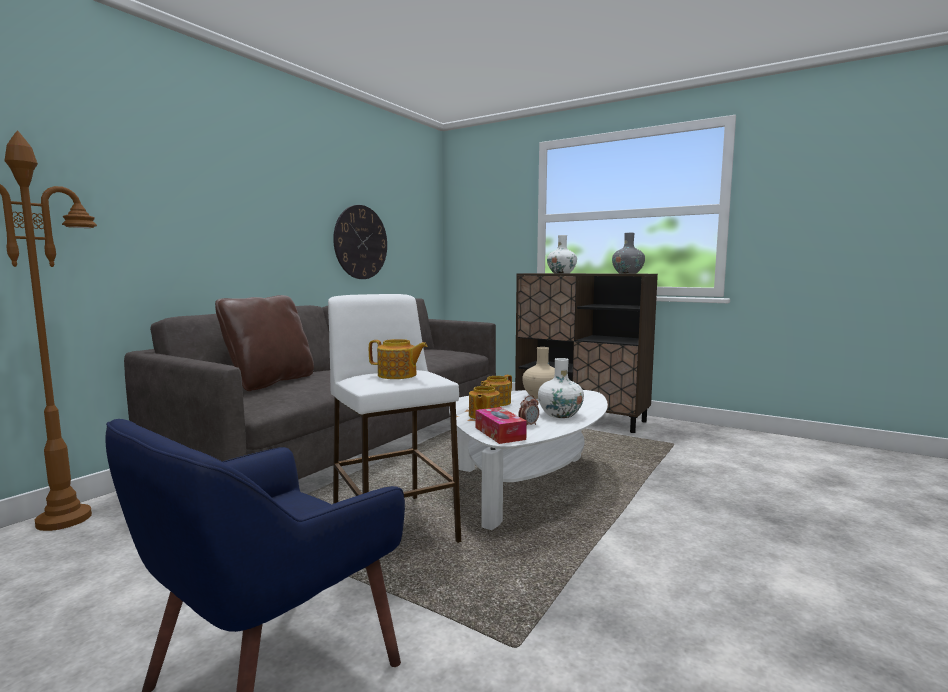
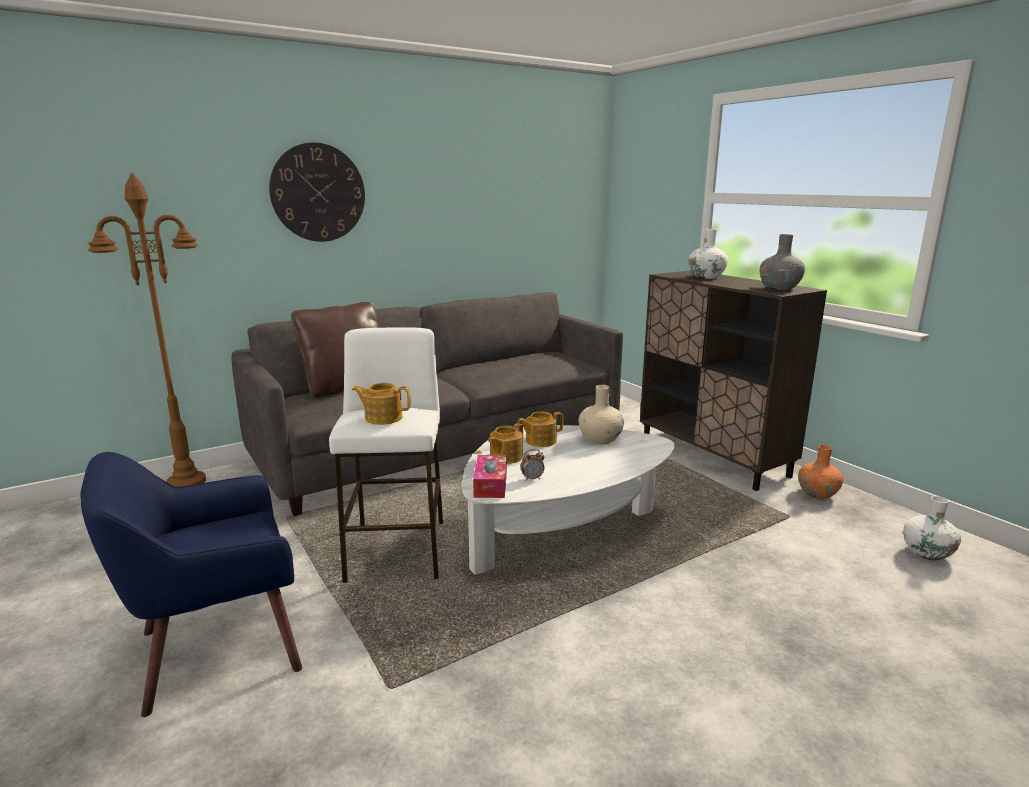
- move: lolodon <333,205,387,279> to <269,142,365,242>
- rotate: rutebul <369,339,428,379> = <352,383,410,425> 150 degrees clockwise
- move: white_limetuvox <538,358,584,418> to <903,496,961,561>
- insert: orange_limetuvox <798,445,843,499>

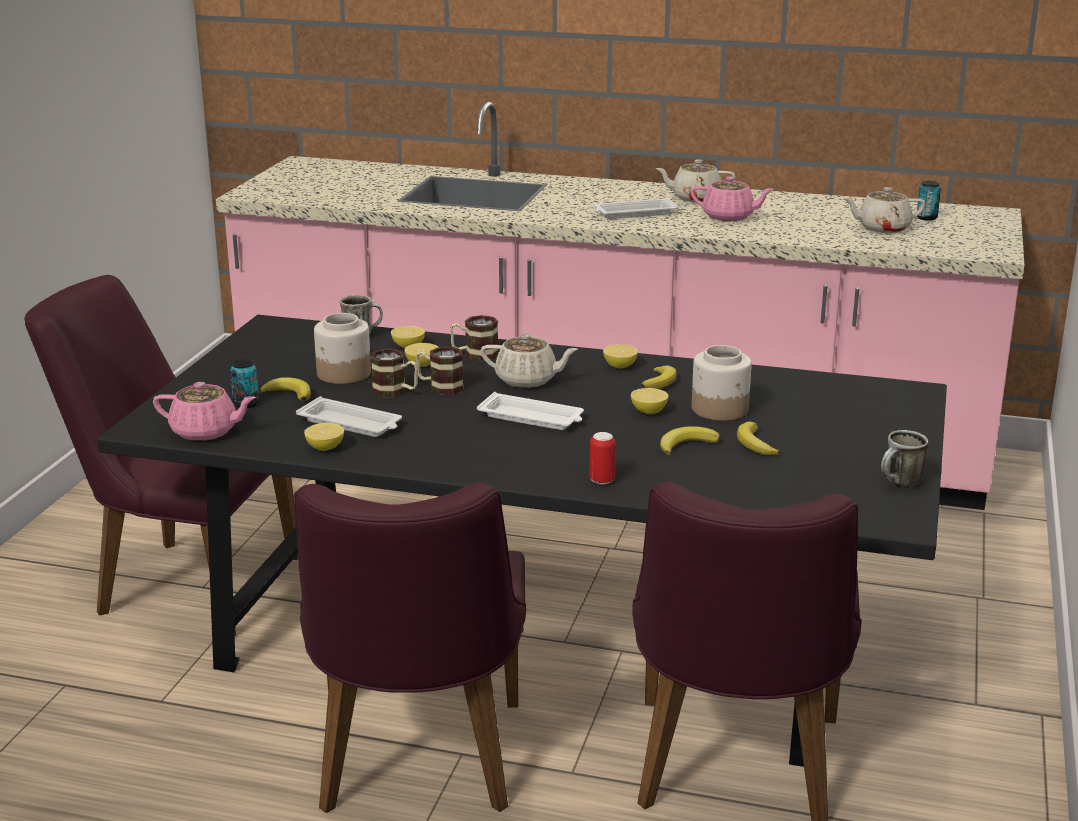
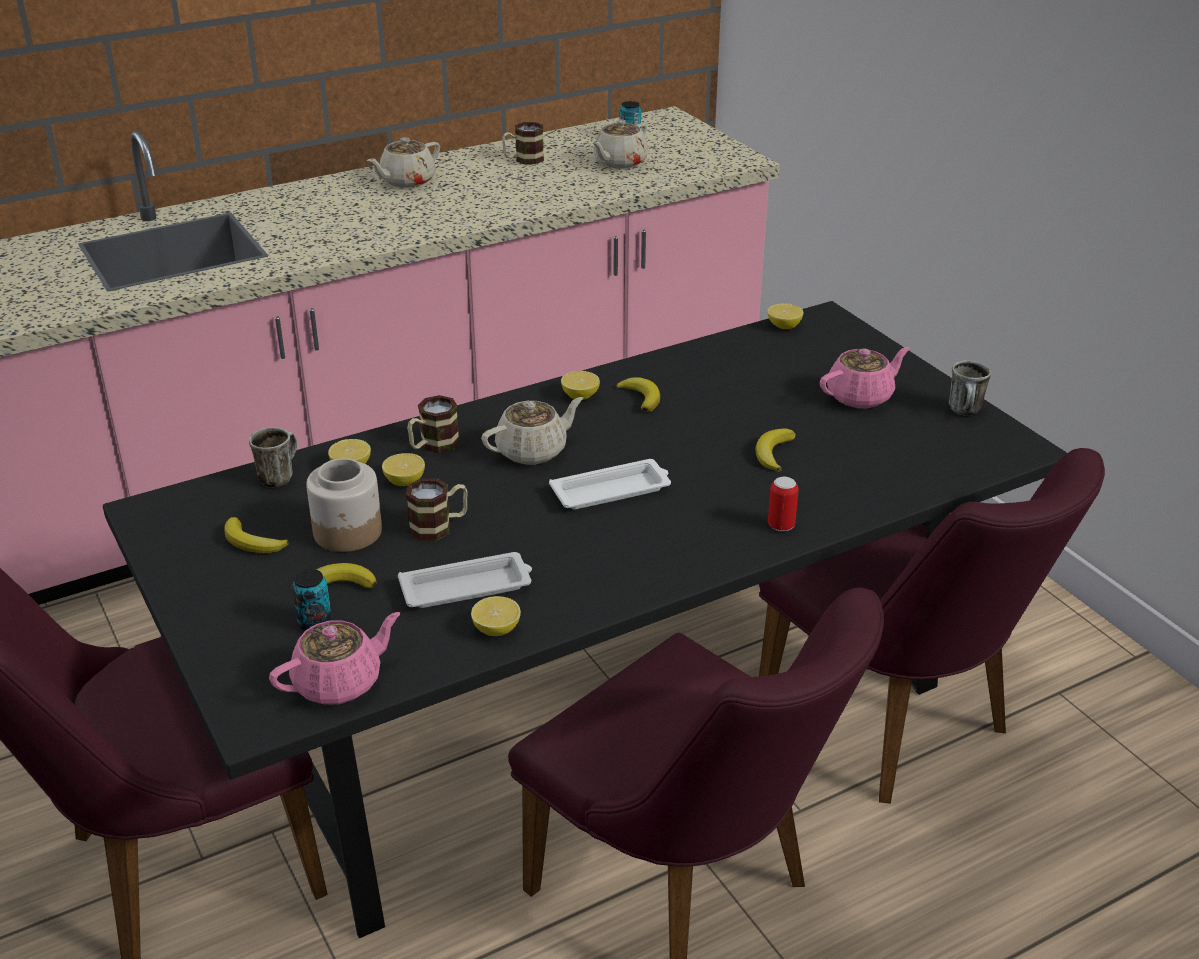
- move: pink_rutebul <690,176,774,221> to <820,347,910,409>
- delete: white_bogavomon <594,197,679,219>
- delete: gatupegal <692,345,752,421>
- move: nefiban <416,347,463,395> to <502,122,544,164>
- move: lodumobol <631,388,668,414> to <767,303,803,329>
- move: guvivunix <737,422,780,455> to <224,517,289,553>

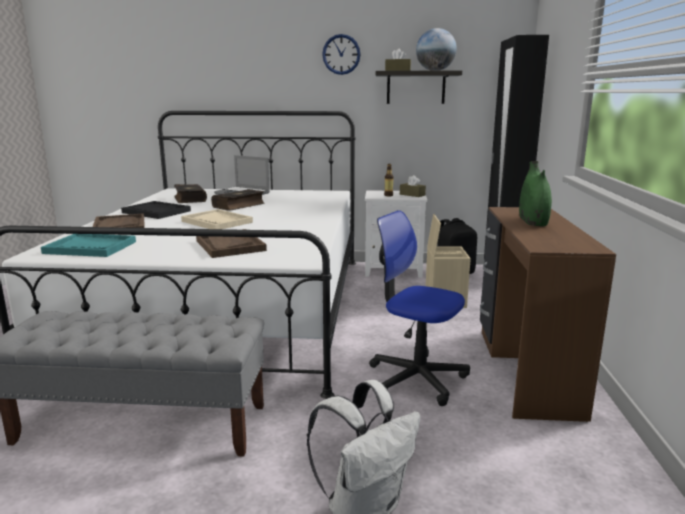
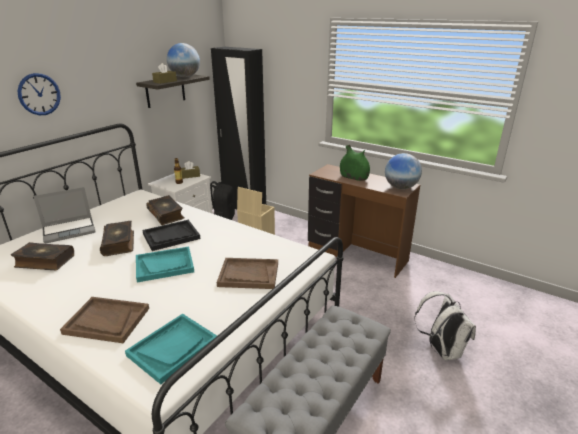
- move: lolodon <322,34,361,75> to <17,73,61,115>
- move: black_bogavomon <121,201,191,219> to <142,220,200,251>
- recolor: beige_bogavomon <181,209,253,229> to turquoise_bogavomon <136,246,194,282>
- delete: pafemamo <369,210,470,406>
- insert: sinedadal <385,153,422,189>
- insert: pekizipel <146,195,185,225>

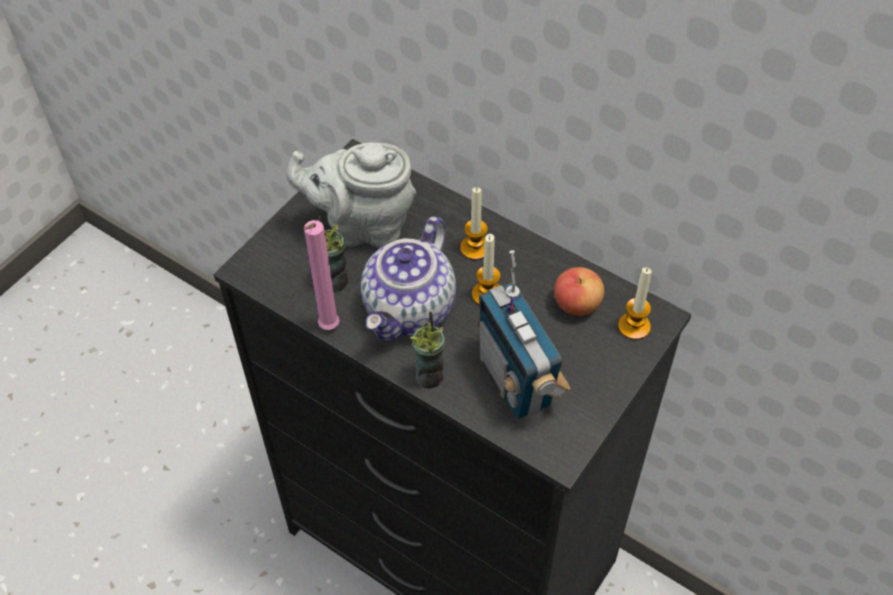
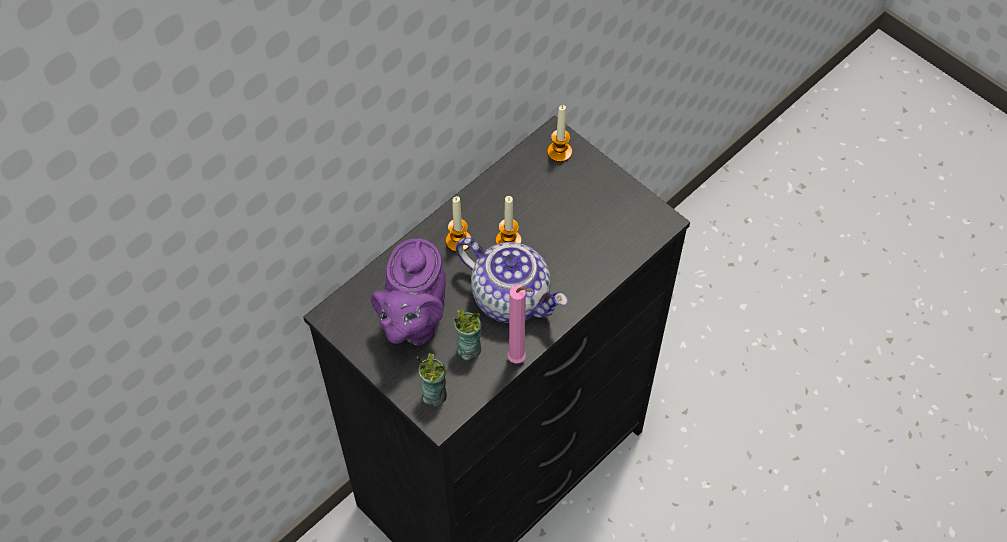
- recolor: grey_rutebul <286,143,416,248> to purple_rutebul <371,239,446,346>
- delete: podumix <479,250,570,419>
- delete: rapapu <554,267,604,316>
- move: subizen <410,311,445,389> to <417,353,447,406>

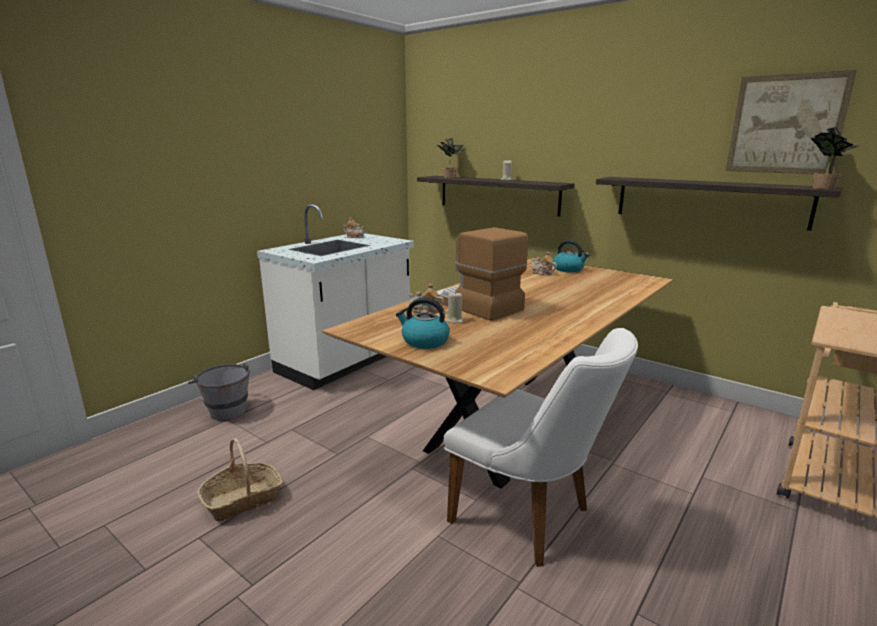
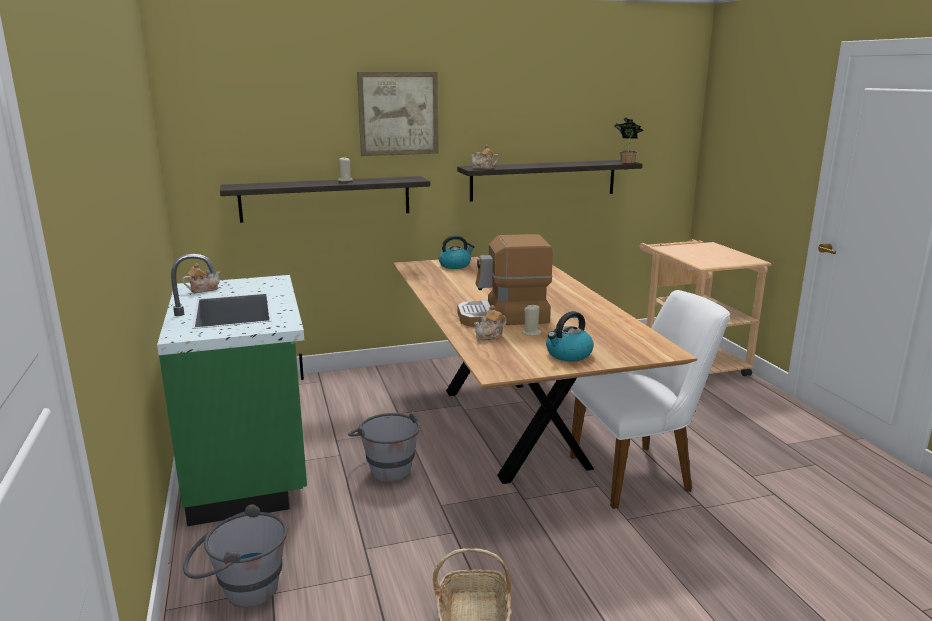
- move: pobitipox <726,70,857,174> to <357,72,439,156>
- delete: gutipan <437,138,464,178>
- recolor: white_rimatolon <257,204,414,390> to green_rimatolon <157,254,307,526>
- move: rutebul <531,251,557,276> to <470,144,499,169>
- insert: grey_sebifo <348,412,420,482>

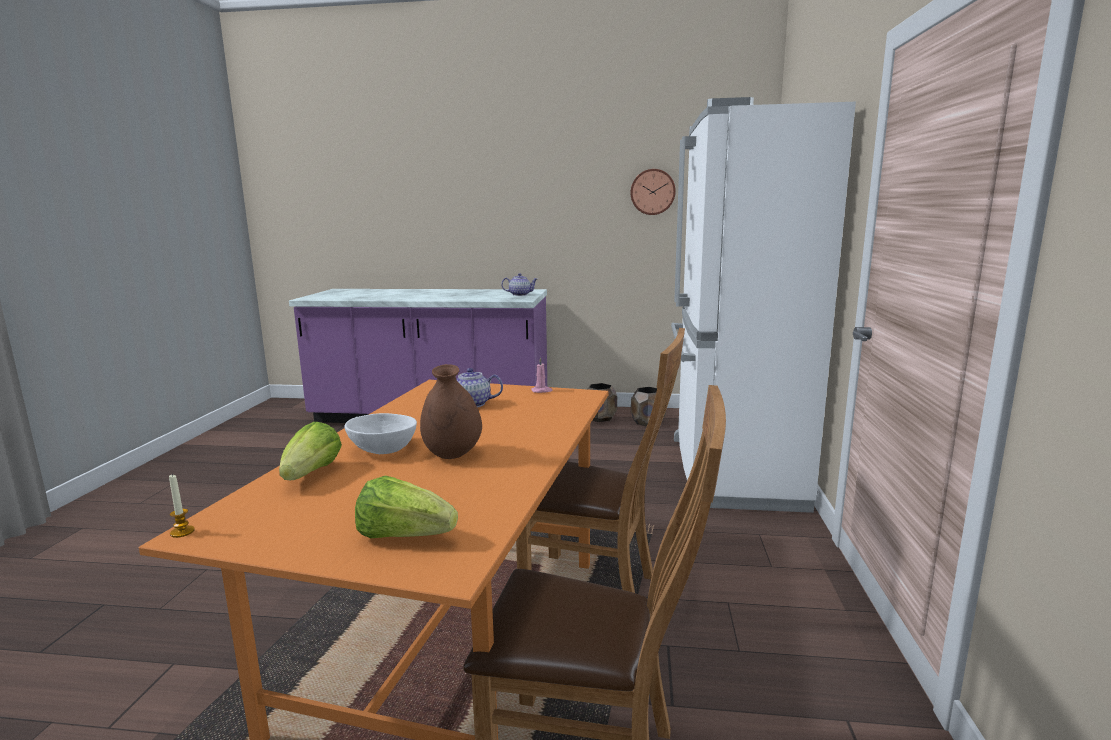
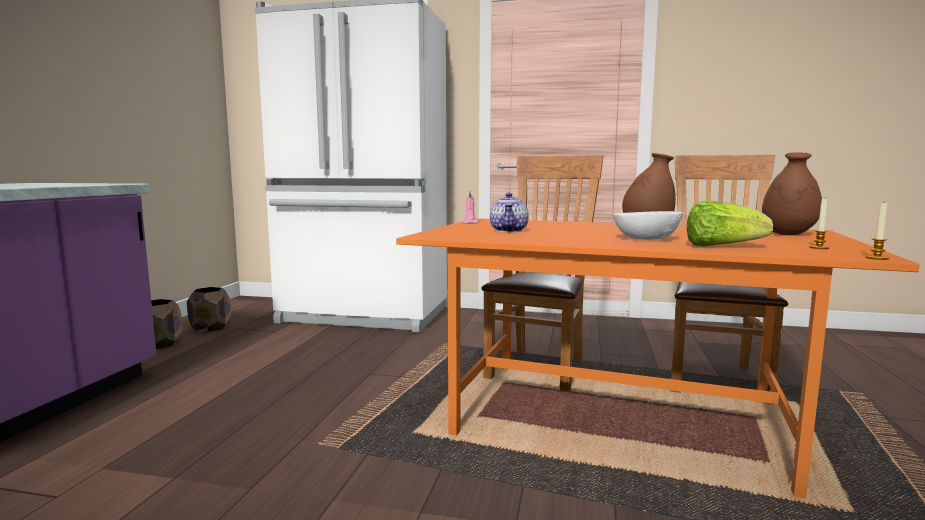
- delete: lolodon <630,169,676,215>
- delete: rutebul <501,273,537,296>
- replace: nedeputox <355,476,458,538> to brown_limetuvox <762,152,822,235>
- insert: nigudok <809,198,829,249>

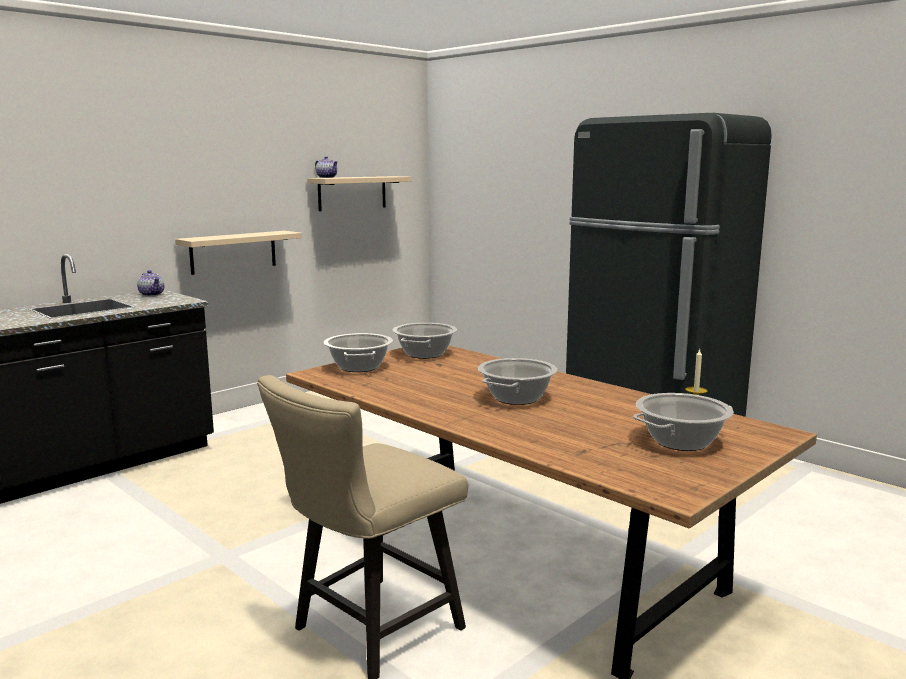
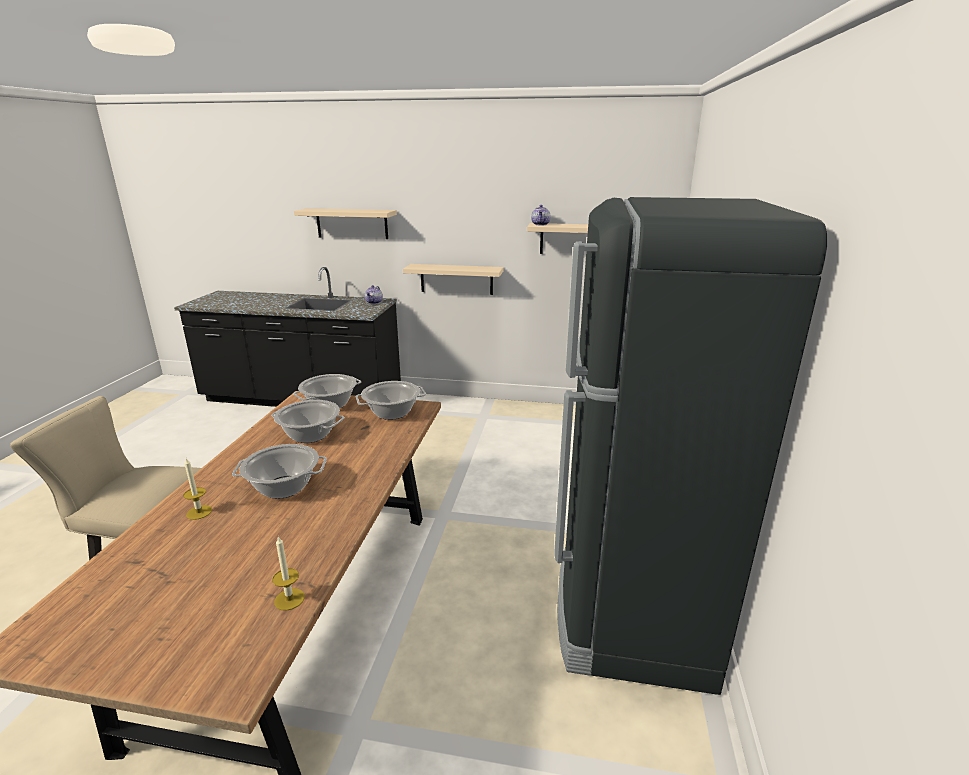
- move: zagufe <633,393,734,451> to <271,400,345,443>
- insert: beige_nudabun <294,208,397,239>
- insert: nigudok <183,458,212,520>

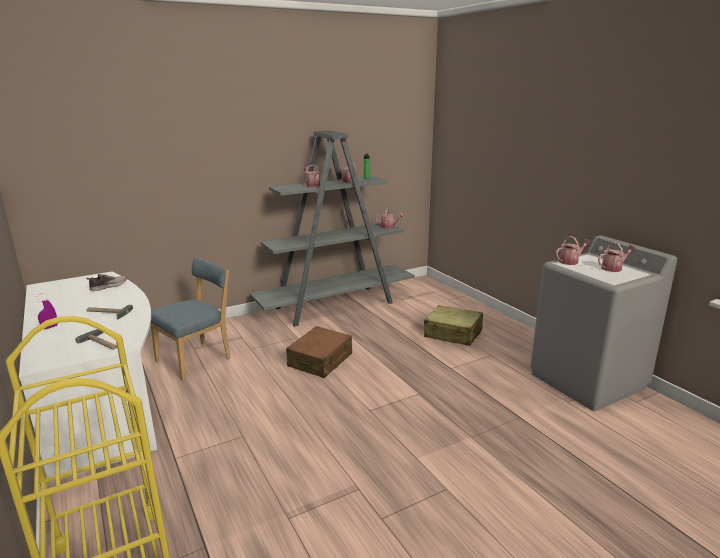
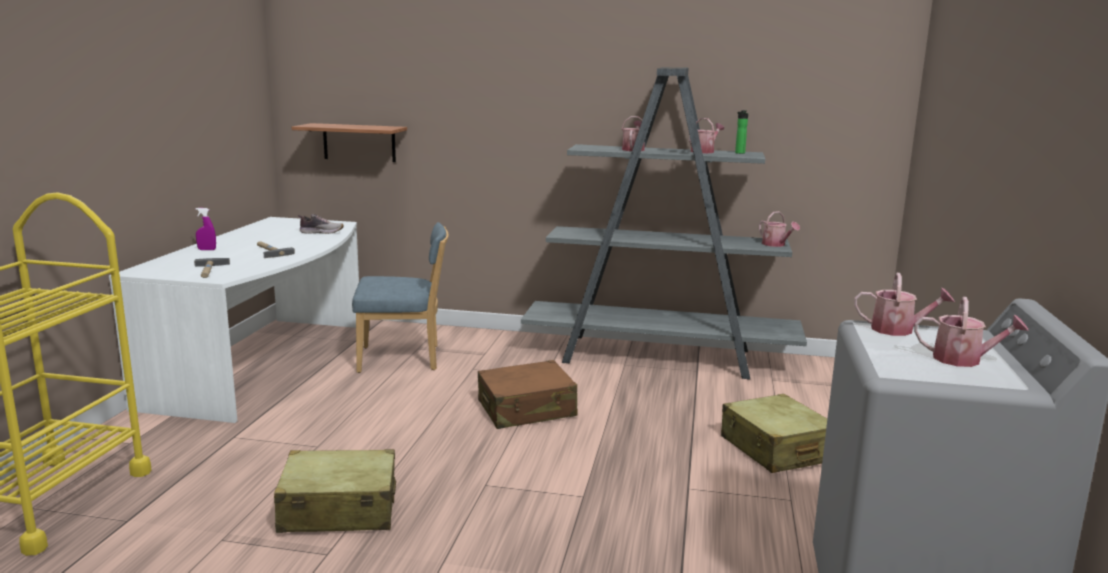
- insert: nudabun <292,123,407,162>
- insert: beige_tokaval <274,449,396,533>

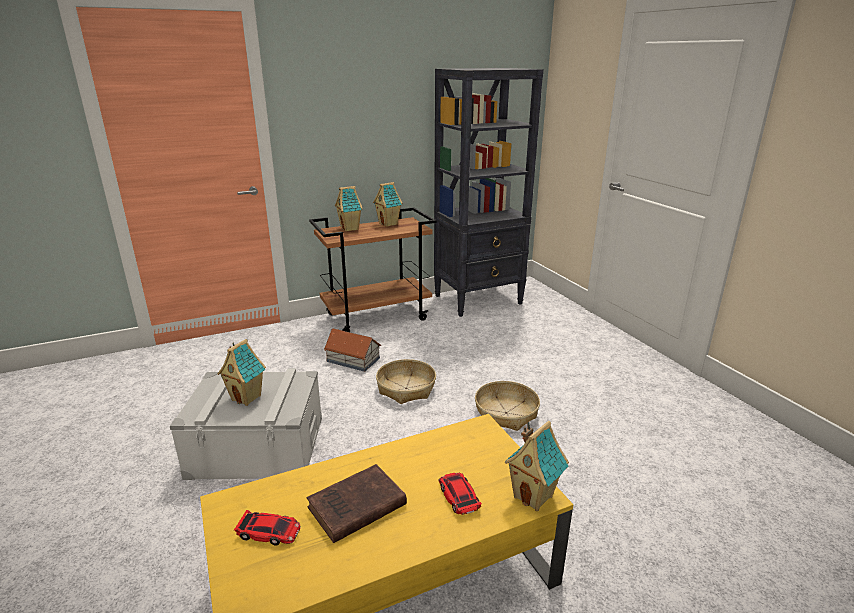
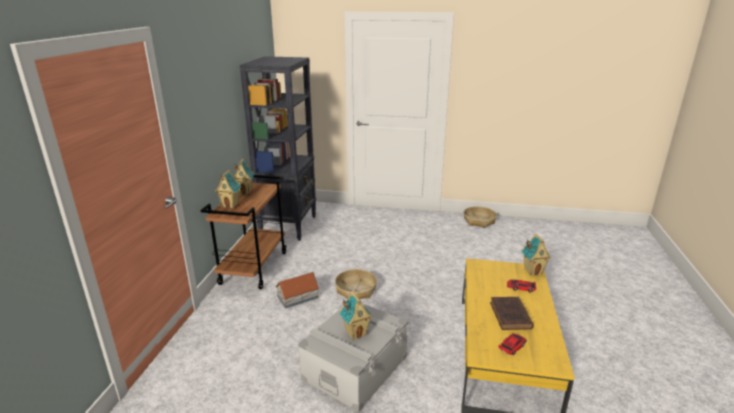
- move: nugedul <475,381,540,431> to <464,206,497,228>

